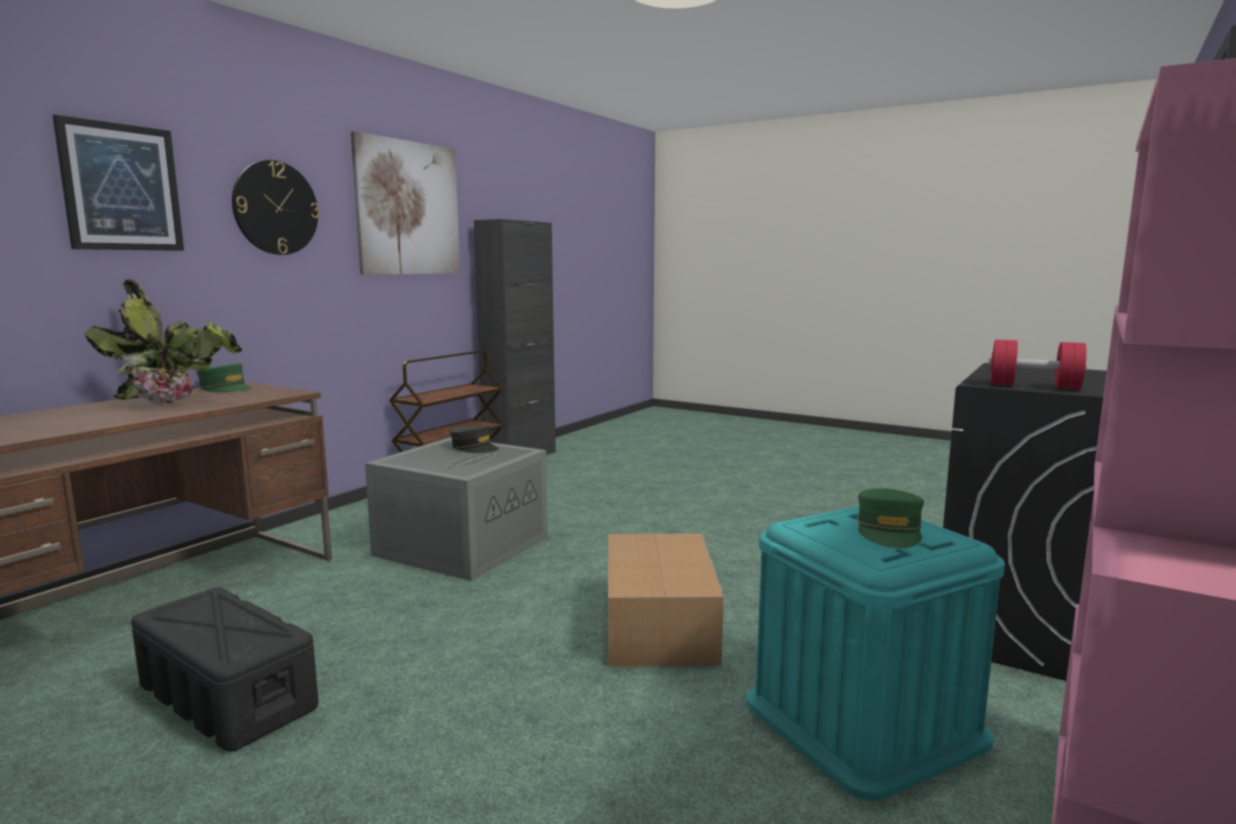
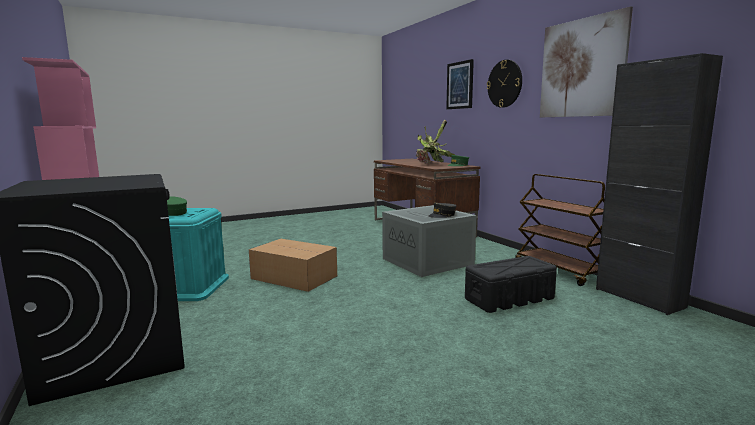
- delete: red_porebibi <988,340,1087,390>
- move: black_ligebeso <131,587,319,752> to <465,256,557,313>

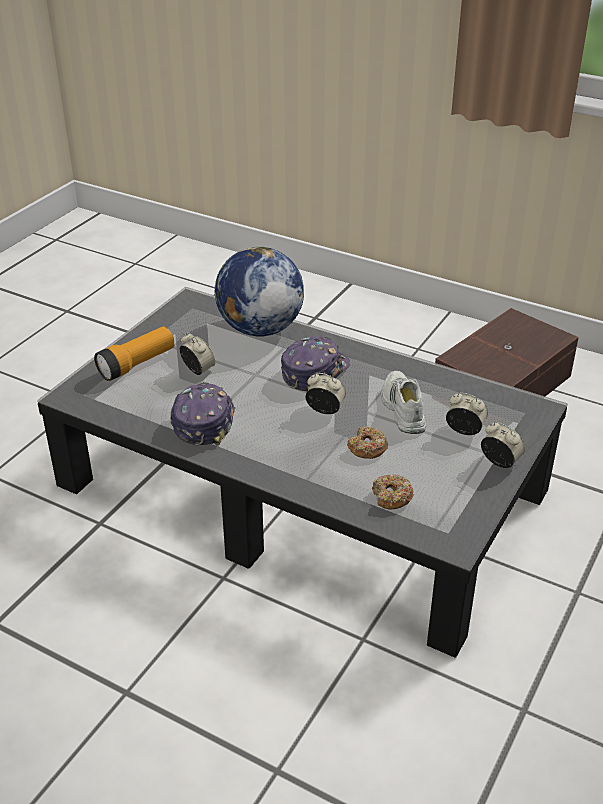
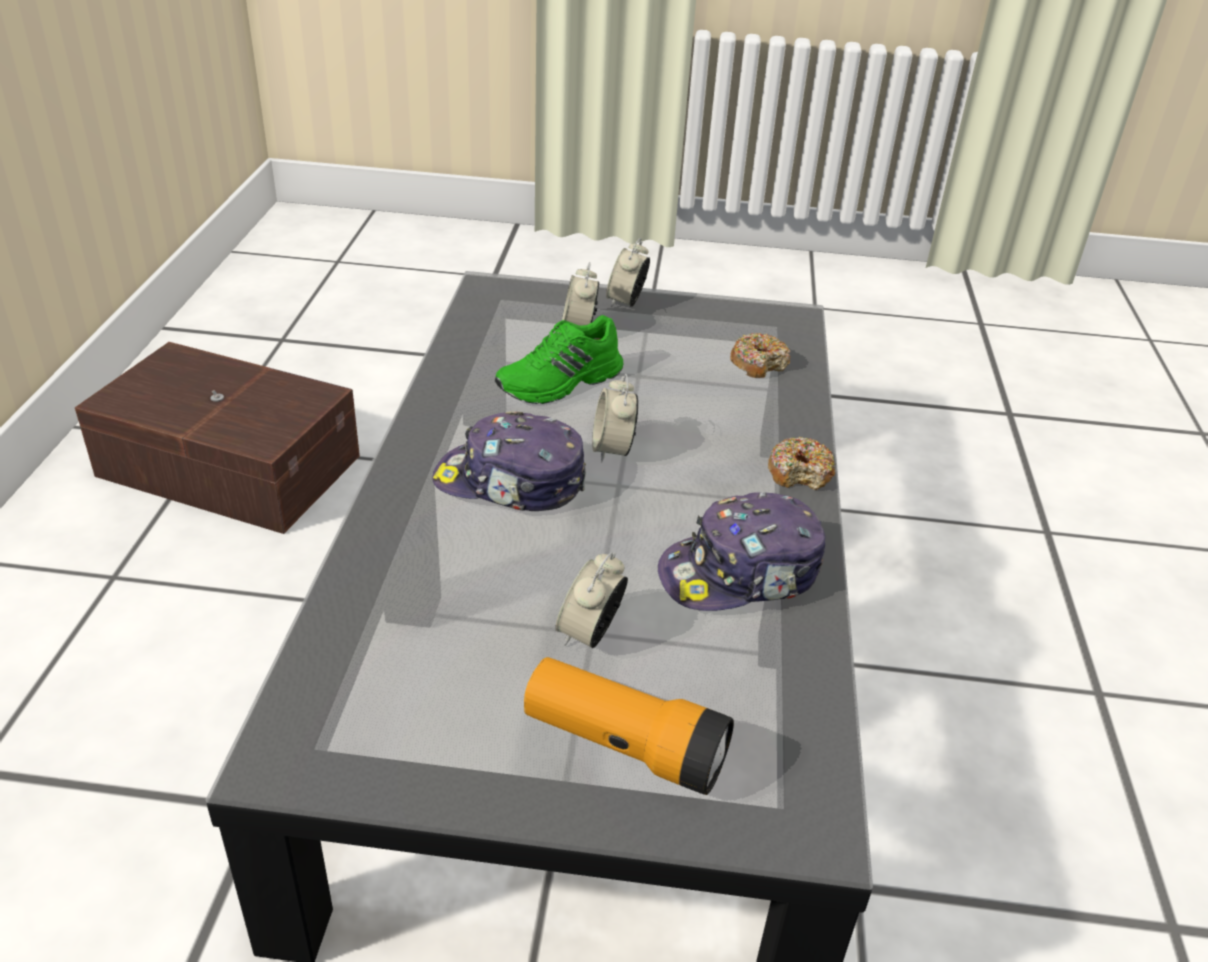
- delete: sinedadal <215,247,304,336>
- recolor: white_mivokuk <381,371,426,434> to green_mivokuk <495,315,623,404>
- move: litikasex <347,427,388,459> to <768,436,836,490>

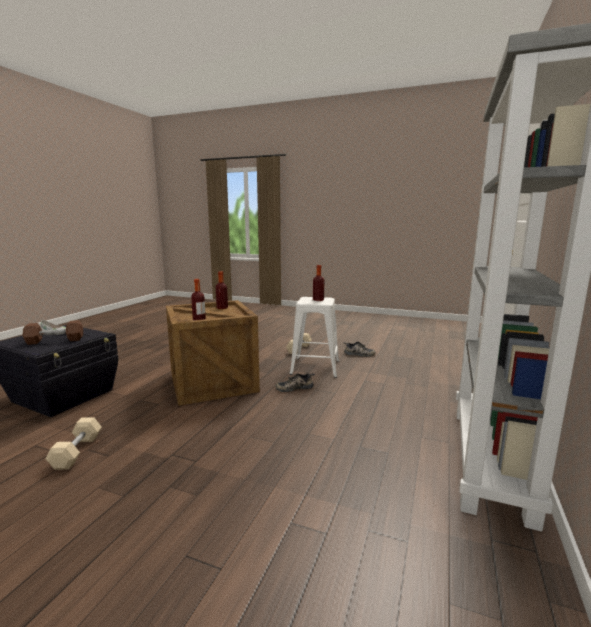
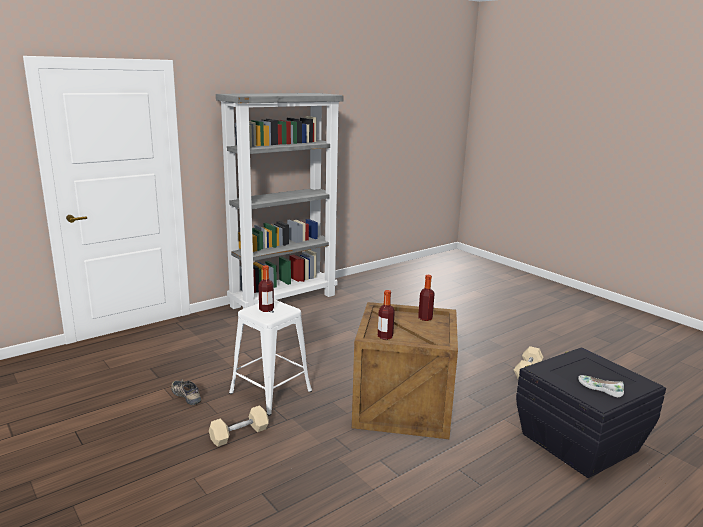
- delete: brown_porebibi <23,320,83,345>
- delete: mivokuk <276,373,315,392>

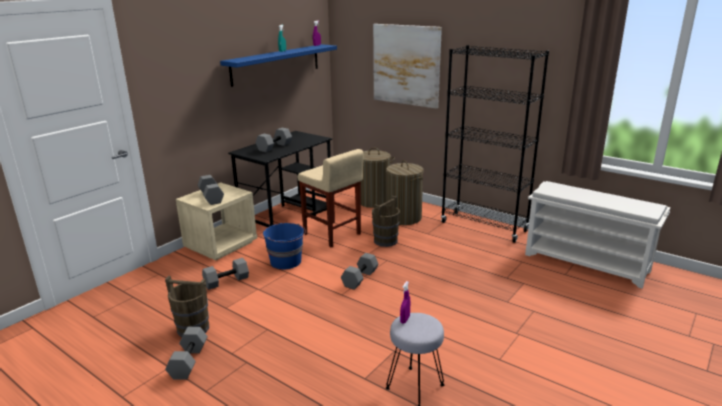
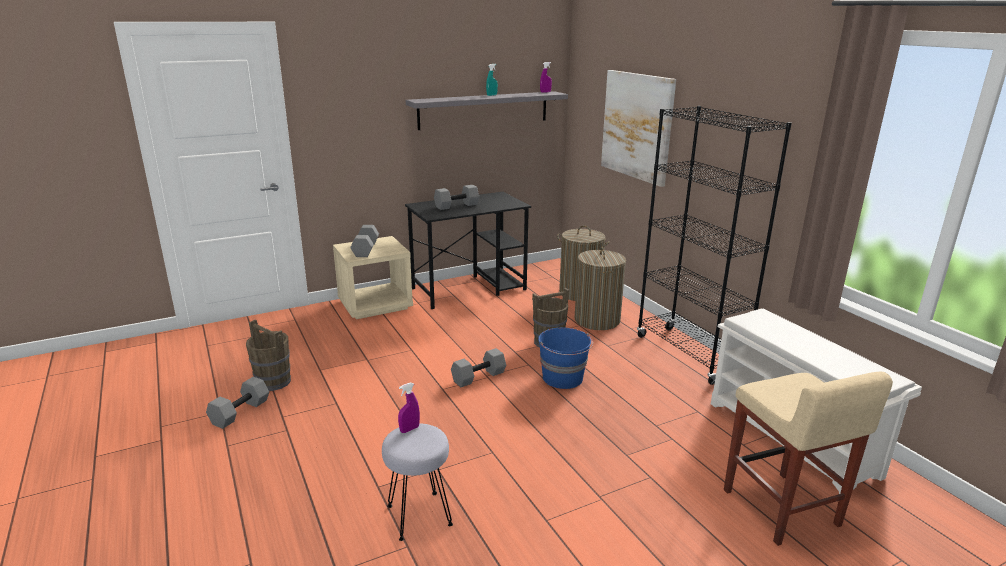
- recolor: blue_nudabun <220,44,337,87> to grey_nudabun <406,91,568,130>
- move: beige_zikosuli <297,149,364,248> to <724,372,893,546>
- move: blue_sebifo <263,223,306,269> to <538,327,593,389>
- delete: grey_porebibi <202,258,249,290>

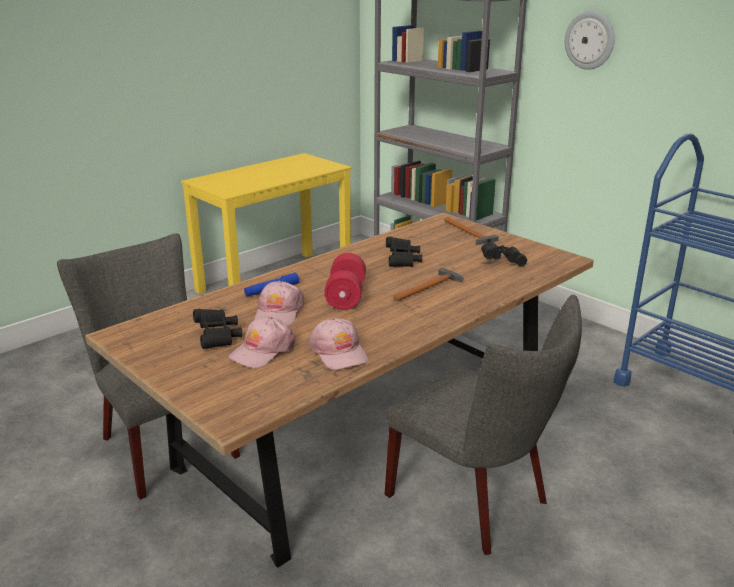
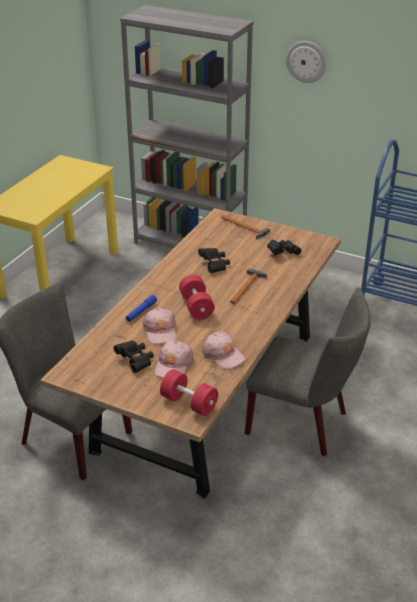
- insert: red_porebibi <160,369,218,416>

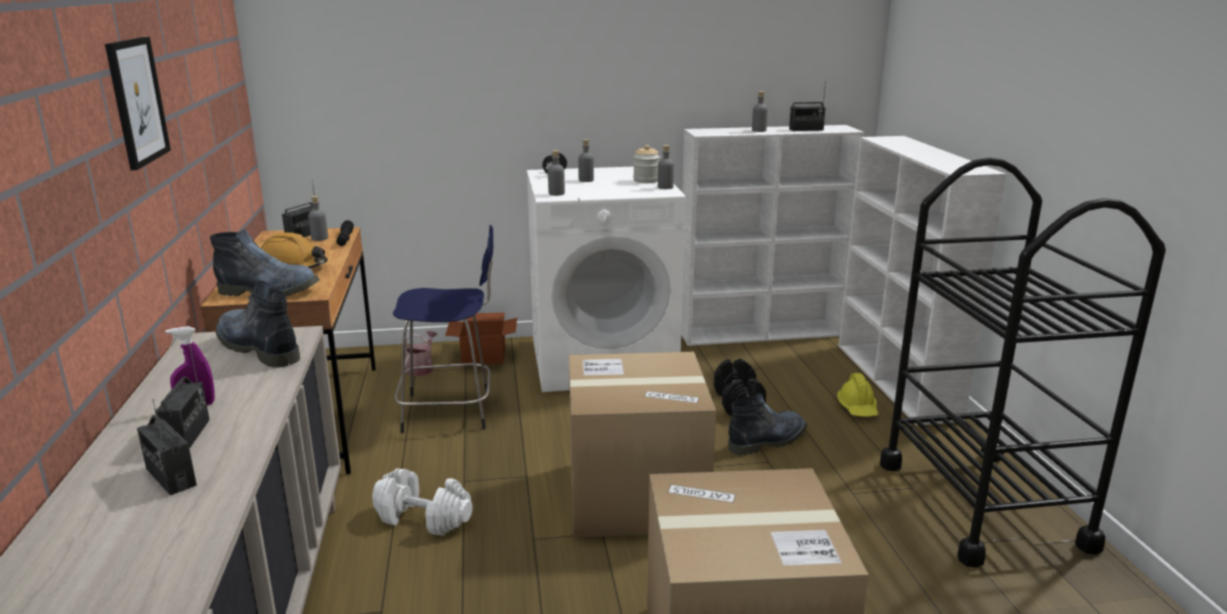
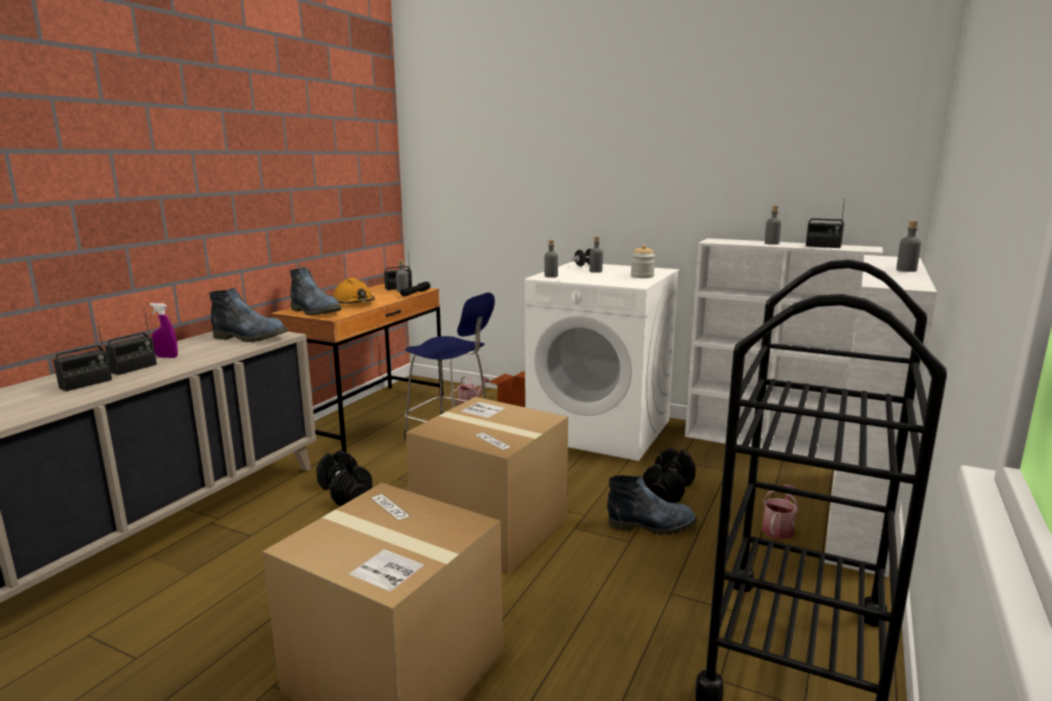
- delete: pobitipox <105,37,171,170>
- move: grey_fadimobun <658,145,674,189> to <896,221,921,272>
- rotate: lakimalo <216,281,300,368> = <209,288,288,342> 120 degrees clockwise
- replace: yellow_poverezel <837,373,879,417> to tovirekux <762,484,799,539>
- rotate: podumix <137,399,197,495> = <53,319,112,391> 135 degrees counterclockwise
- recolor: white_porebibi <372,468,473,536> to black_porebibi <316,450,372,506>

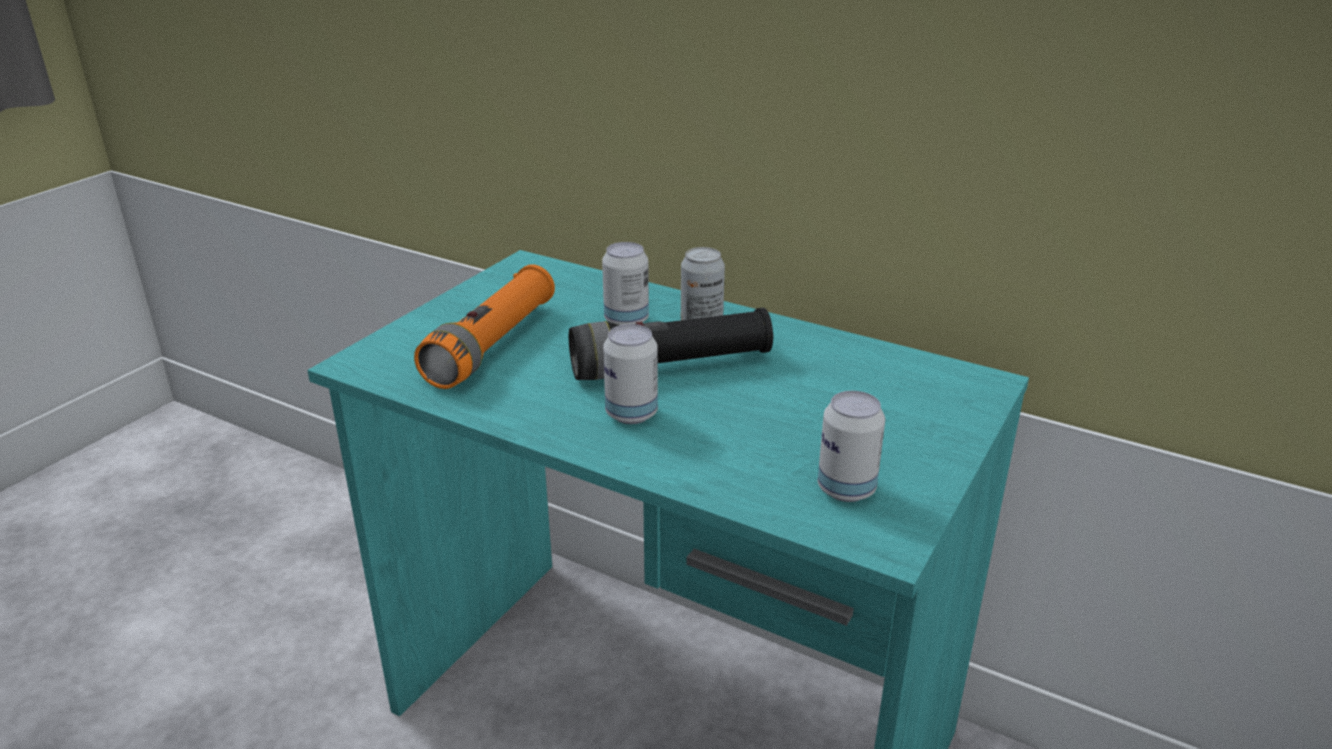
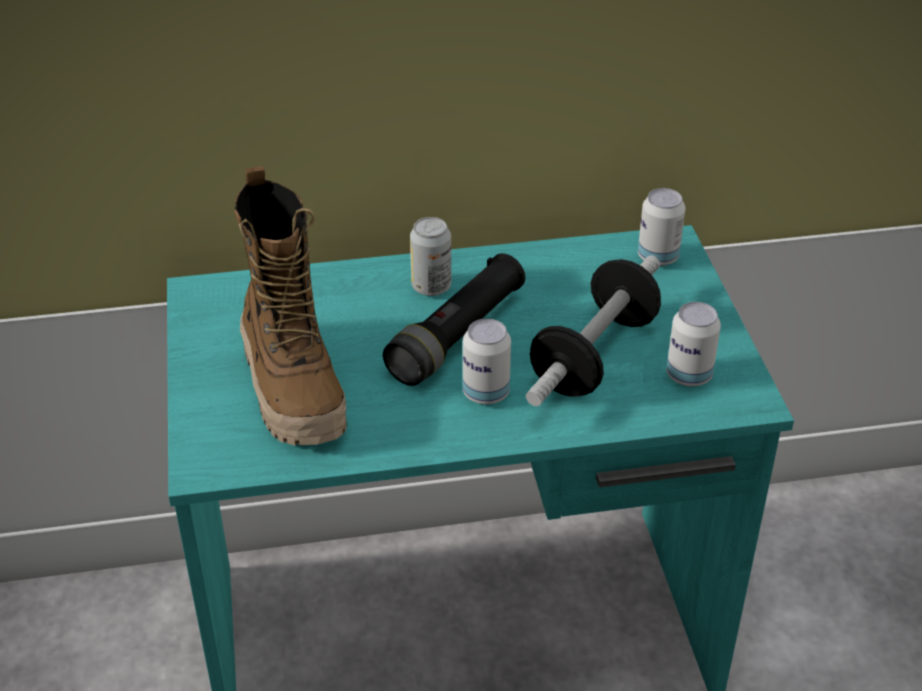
- move: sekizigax <602,242,649,325> to <638,188,685,266>
- replace: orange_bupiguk <414,264,555,389> to lakimalo <234,166,347,445>
- insert: porebibi <526,255,661,406>

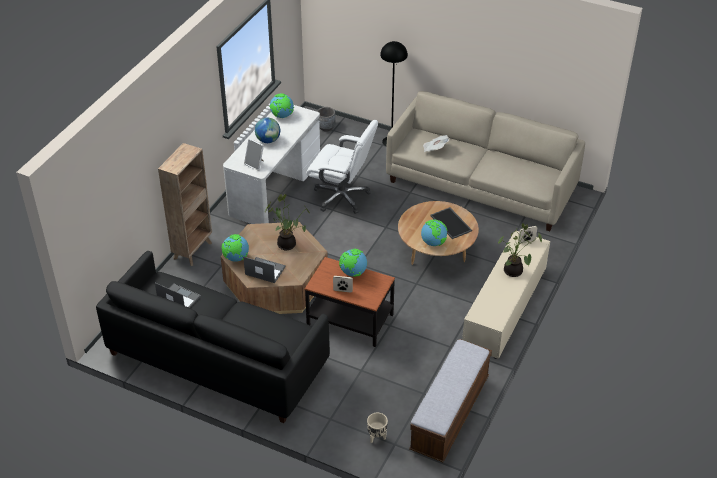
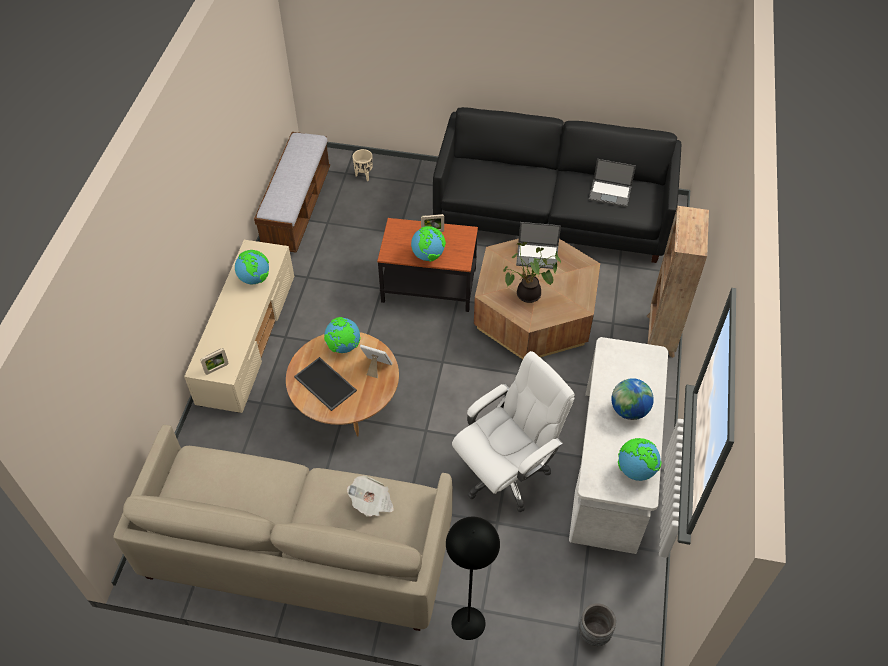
- rotate: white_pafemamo <306,120,378,214> = <452,351,575,512> 135 degrees clockwise
- move: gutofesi <244,138,264,171> to <360,345,392,378>
- delete: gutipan <498,223,542,277>
- move: sinedadal <222,234,249,262> to <235,250,269,284>

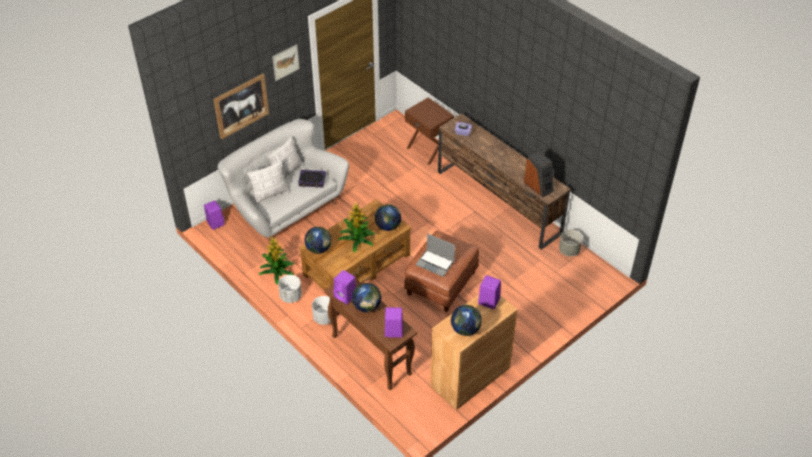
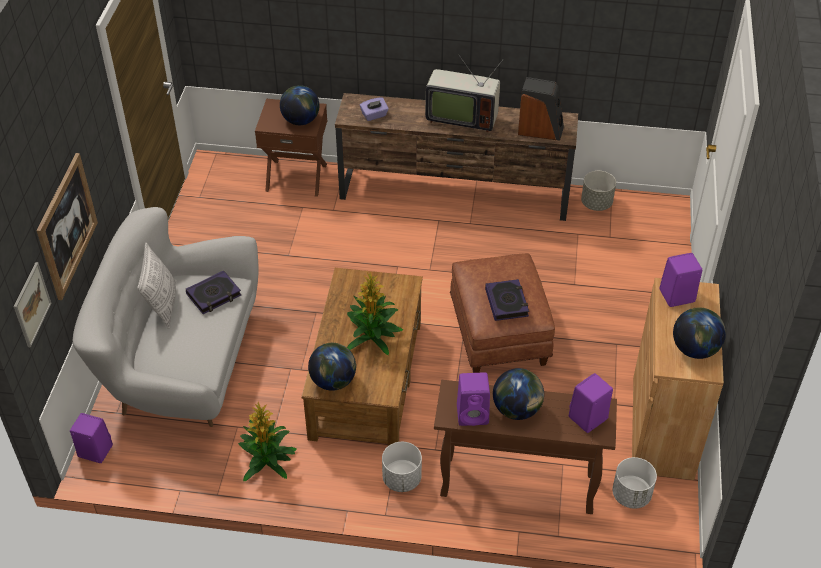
- move: pobitipox <272,44,300,81> to <13,262,51,347>
- delete: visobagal <247,160,289,204>
- move: sinedadal <375,204,401,231> to <280,85,320,125>
- replace: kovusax <416,233,455,277> to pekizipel <485,279,529,321>
- move: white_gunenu <278,275,302,303> to <612,457,657,509>
- insert: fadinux <425,54,503,133>

